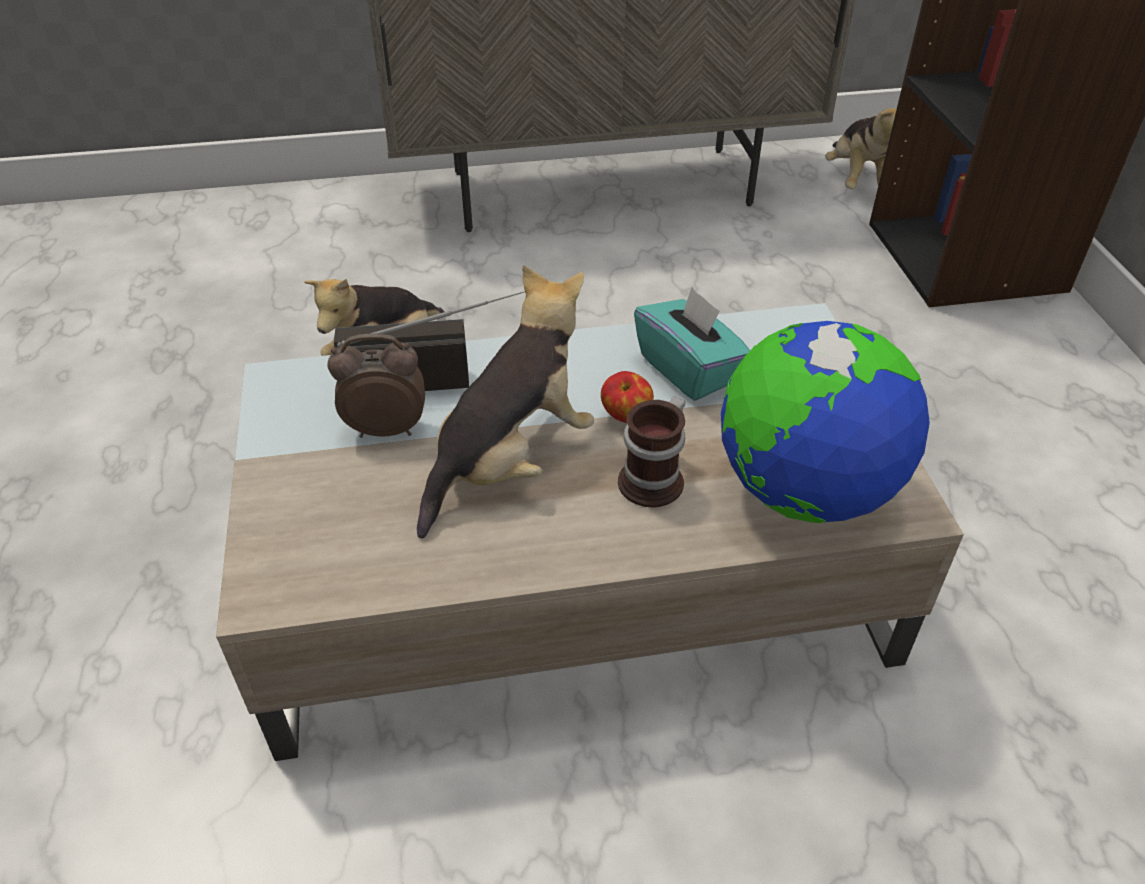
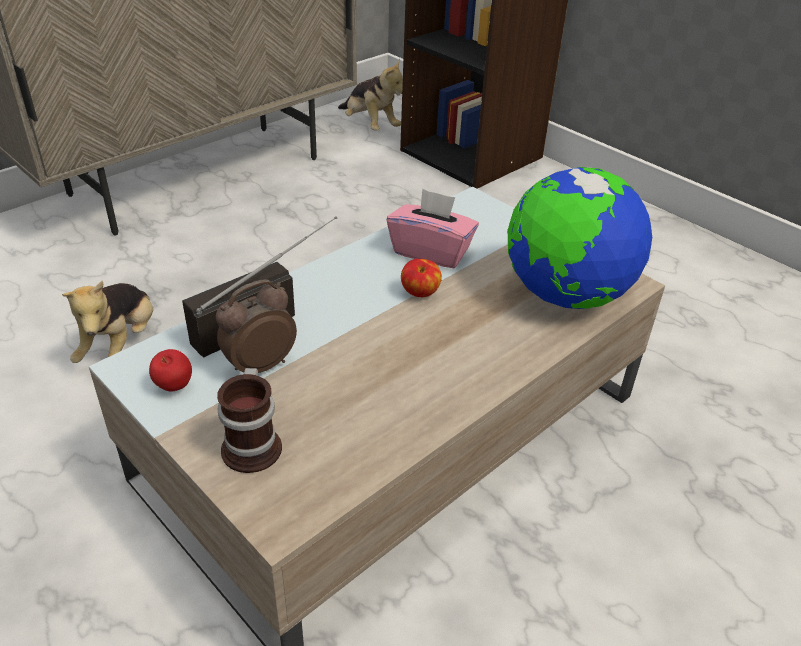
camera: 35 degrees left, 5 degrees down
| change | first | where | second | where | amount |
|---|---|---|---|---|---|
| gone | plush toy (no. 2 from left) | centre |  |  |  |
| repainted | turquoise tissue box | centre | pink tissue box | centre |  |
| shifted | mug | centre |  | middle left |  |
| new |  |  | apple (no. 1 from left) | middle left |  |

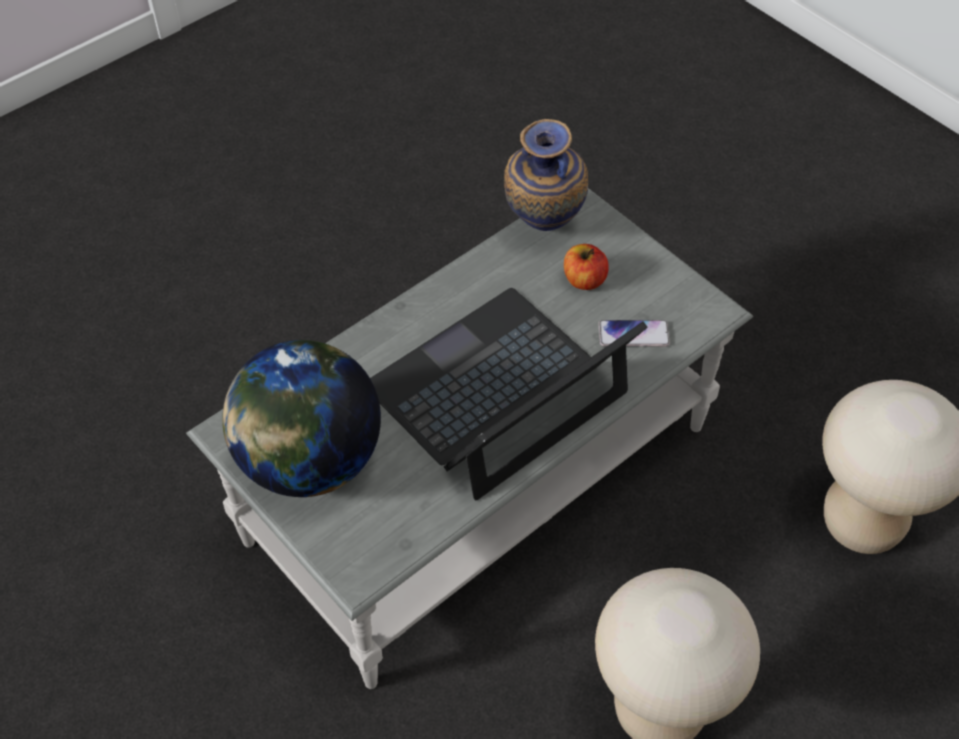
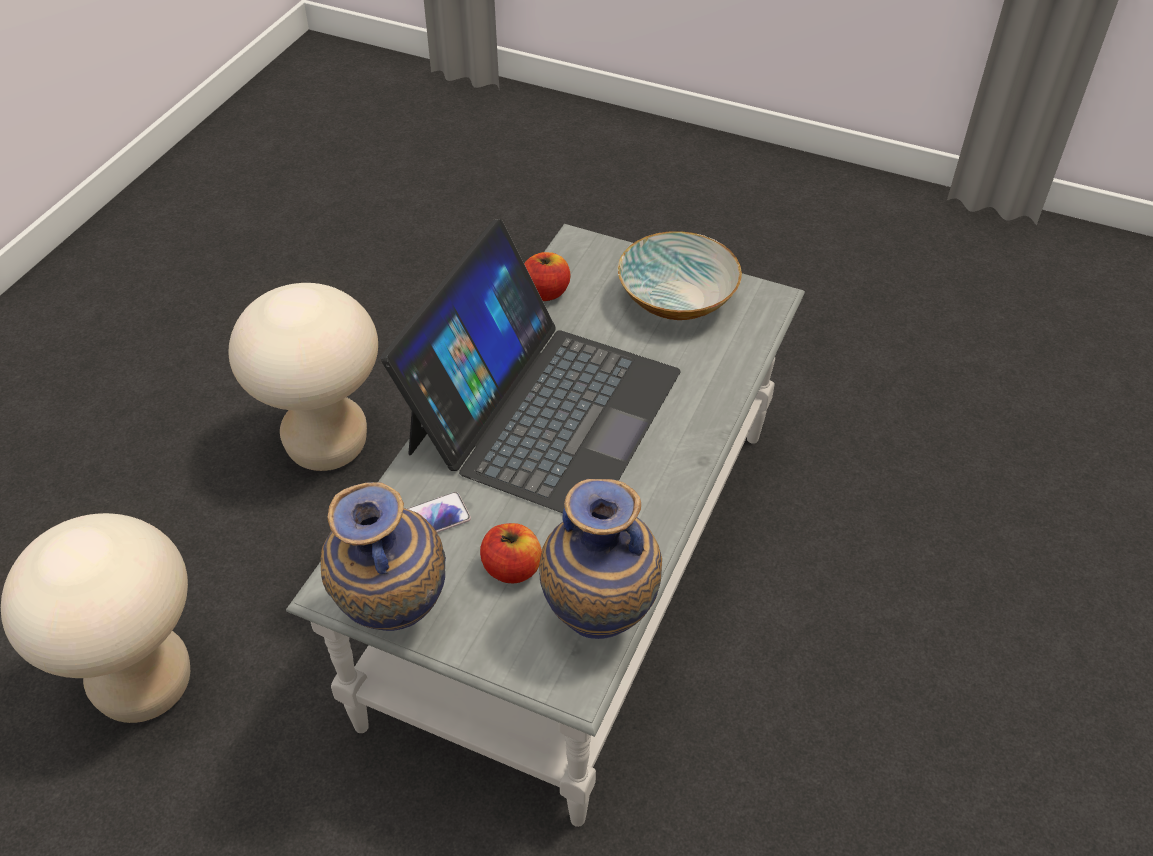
camera: 155 degrees right, 5 degrees down
| change | first | where | second | where | amount |
|---|---|---|---|---|---|
| swapped | globe | middle left | bowl | top centre |  |
| new |  |  | apple (no. 2 from left) | top centre |  |
| new |  |  | vase (no. 1 from left) | middle left |  |

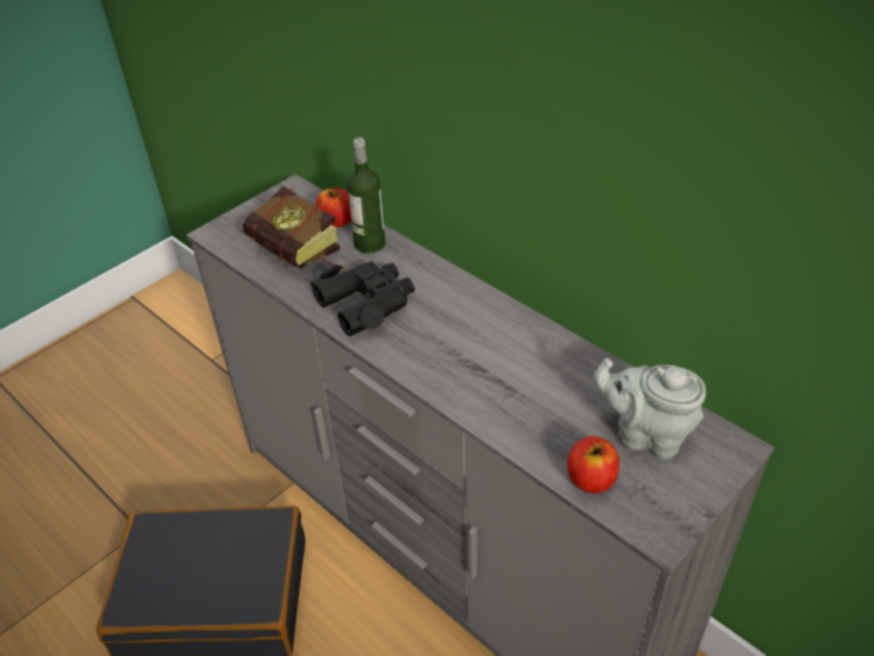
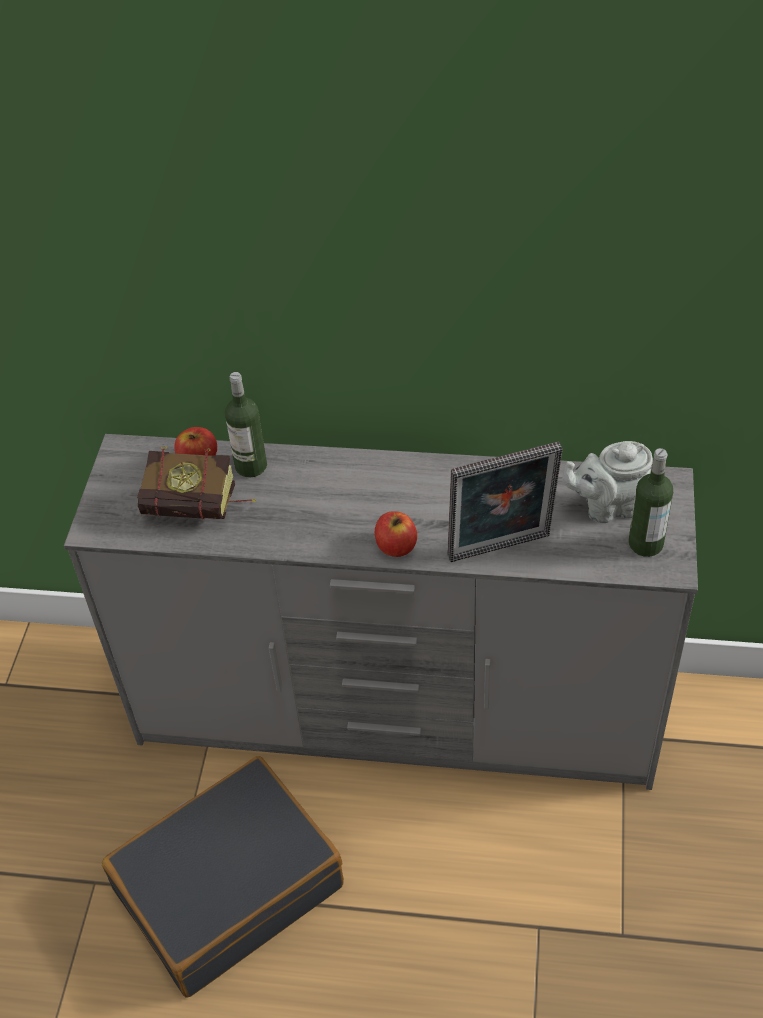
camera: 35 degrees left, 5 degrees up
| change | first | where | second | where | amount |
|---|---|---|---|---|---|
| gone | black binoculars | centre |  |  |  |
| shifted | apple (no. 2 from left) | bottom right |  | centre |  |
| new |  |  | picture frame | centre |  |
| new |  |  | bottle (no. 2 from left) | middle right |  |

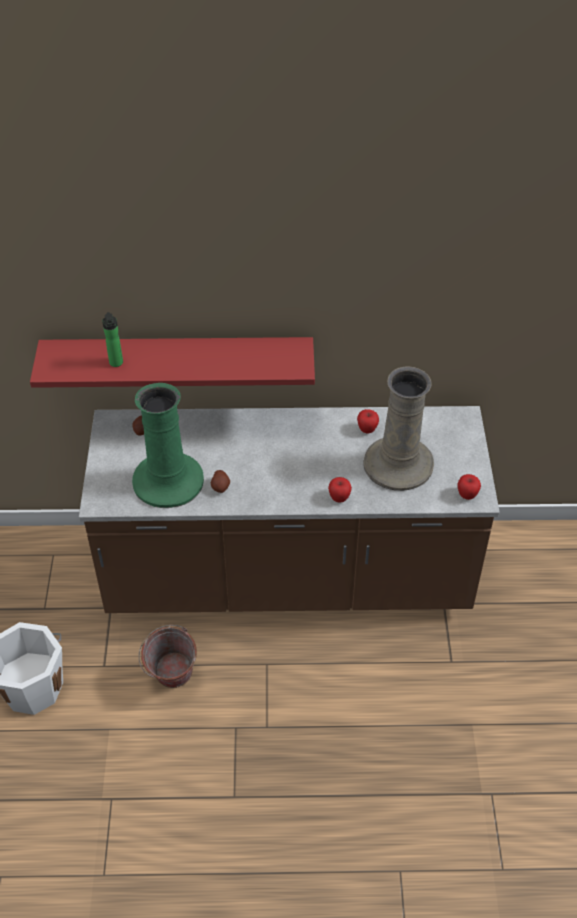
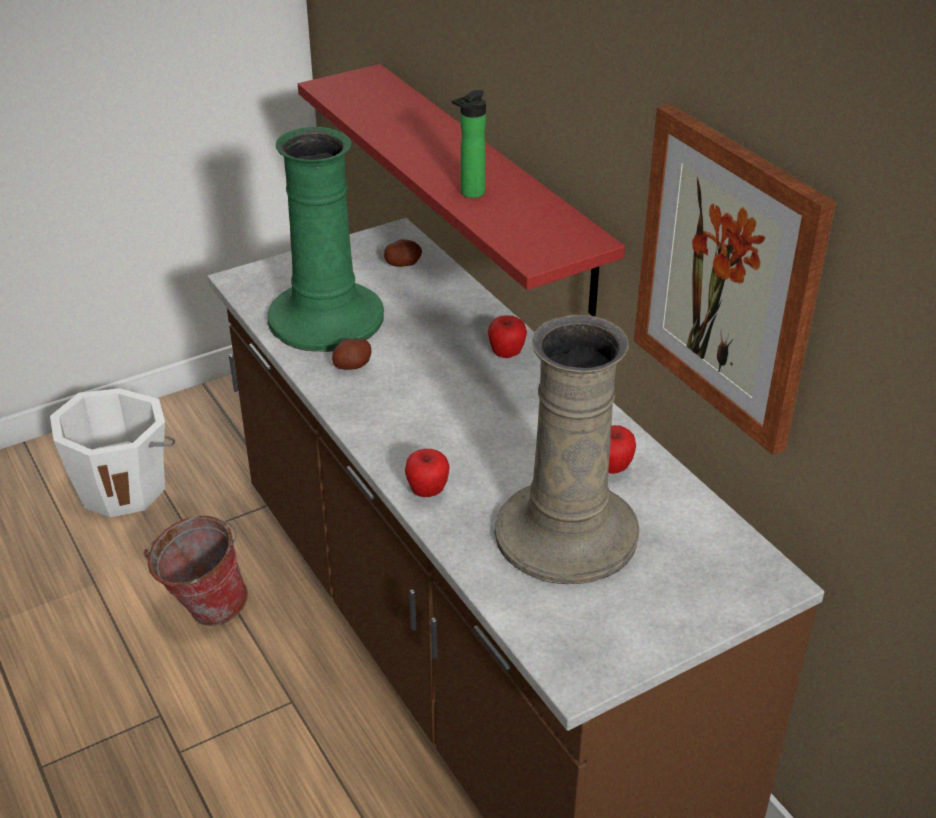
camera: 60 degrees right, 10 degrees down
| change | first | where | second | where | amount |
|---|---|---|---|---|---|
| shifted | bottle | middle left |  | top centre |  |
| shifted | apple (no. 3 from left in the first image) | middle right | apple (no. 2 from left) | centre |  |
| new |  |  | picture | middle right |  |

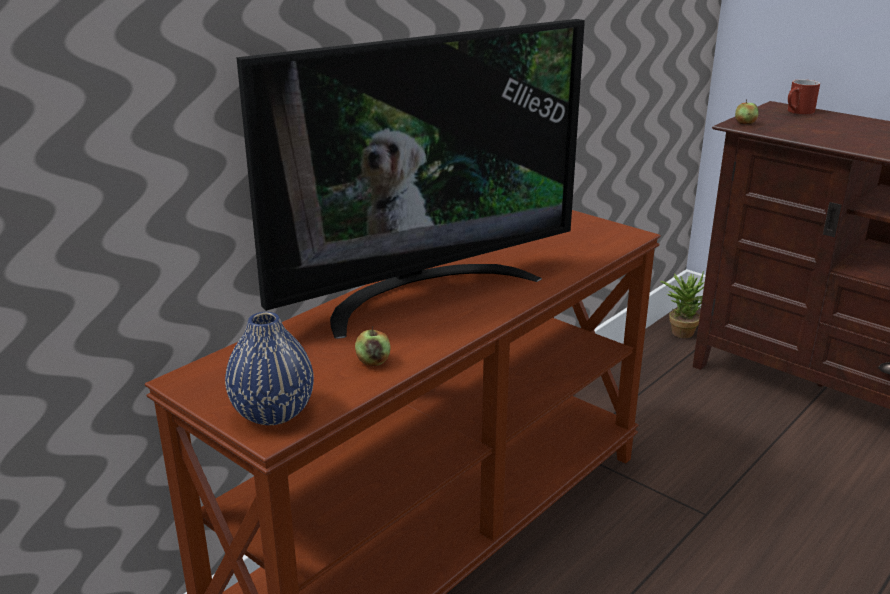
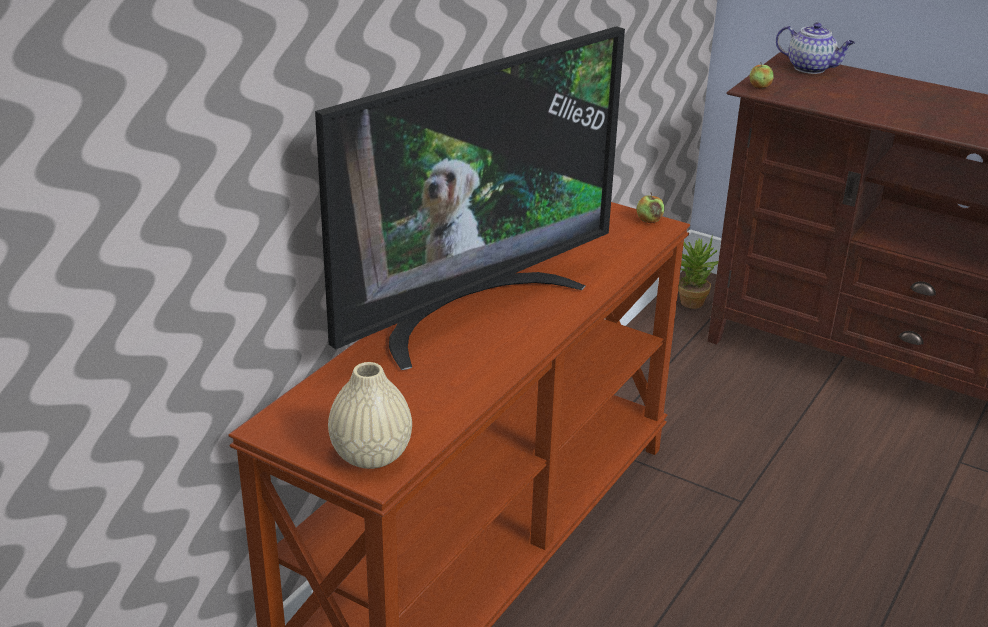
camera: 10 degrees left, 5 degrees up
| change | first | where | second | where | amount |
|---|---|---|---|---|---|
| swapped | red mug | top right | teapot | top right |  |
| repainted | blue vase | middle left | beige vase | centre |  |
| shifted | apple (no. 1 from left) | centre |  | top centre |  |

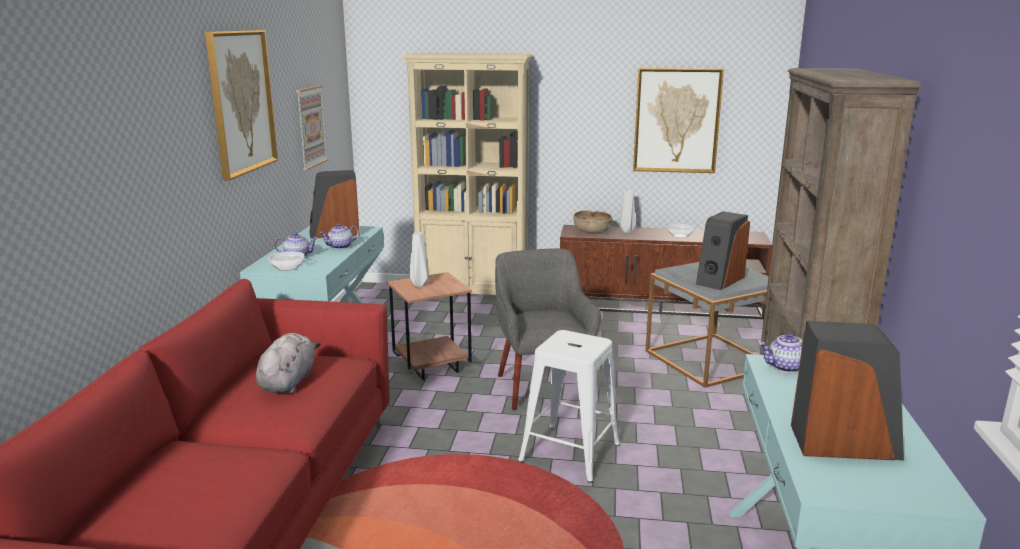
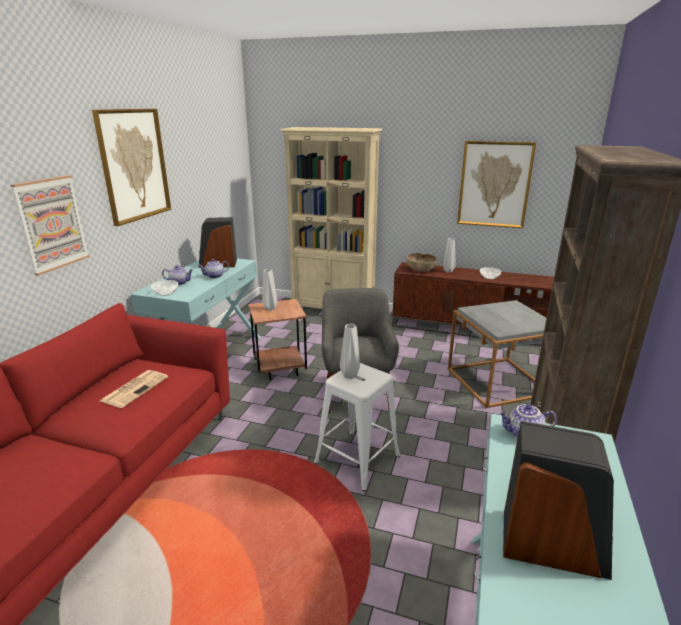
camera: 10 degrees right, 5 degrees up
| change | first | where | second | where | amount |
|---|---|---|---|---|---|
| shifted | picture (no. 2 from left in the first image) | top left | picture (no. 1 from left) | middle left |  |
| gone | speaker (no. 2 from left) | middle right |  |  |  |
| swapped | grey plush toy | middle left | newspaper | middle left |  |
| new |  |  | grey vase (no. 2 from left) | centre |  |

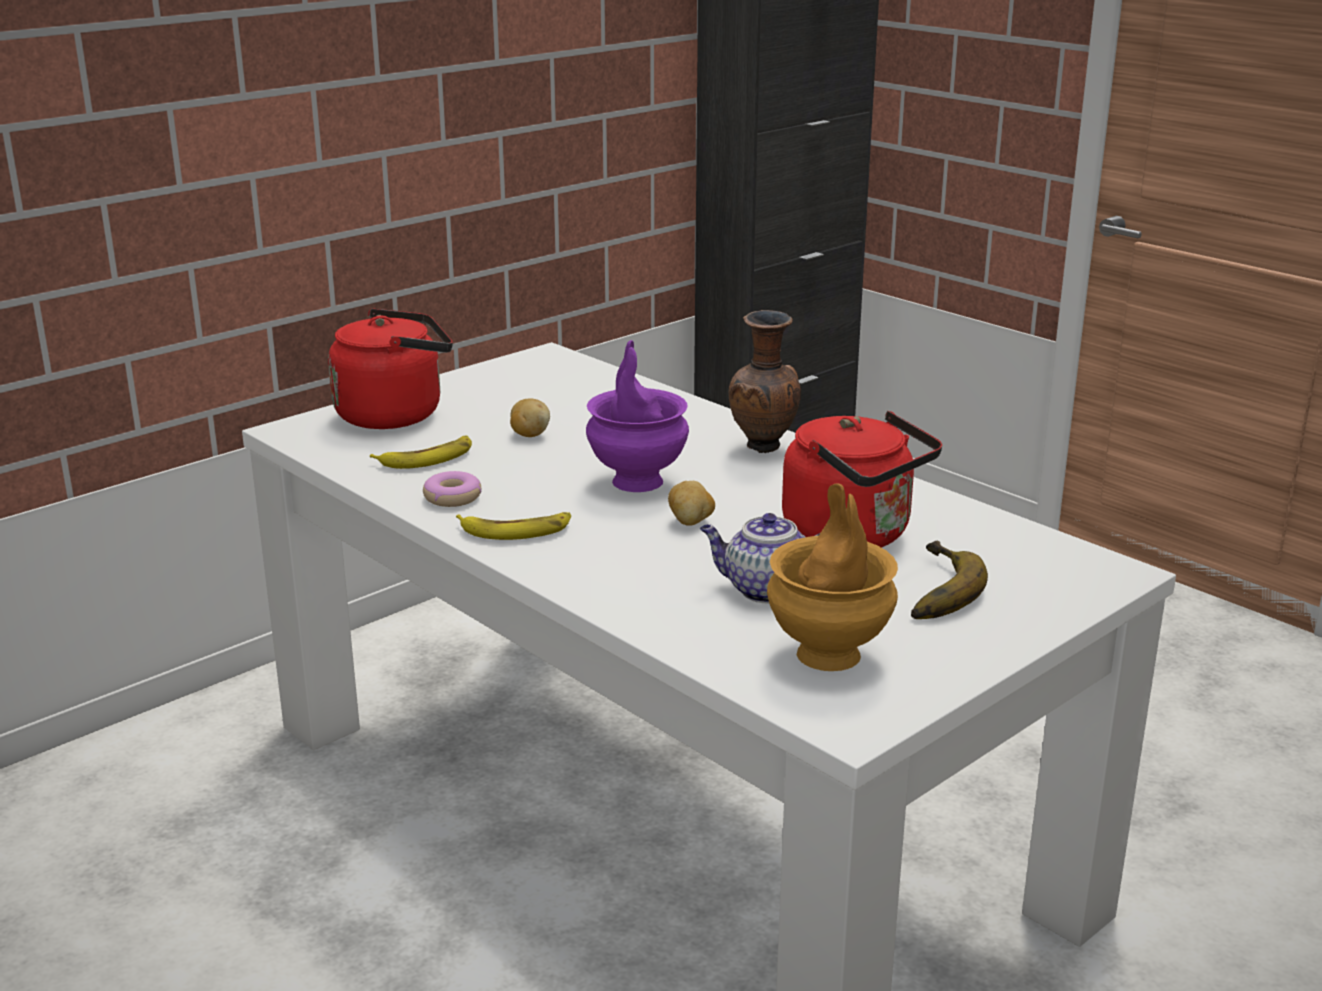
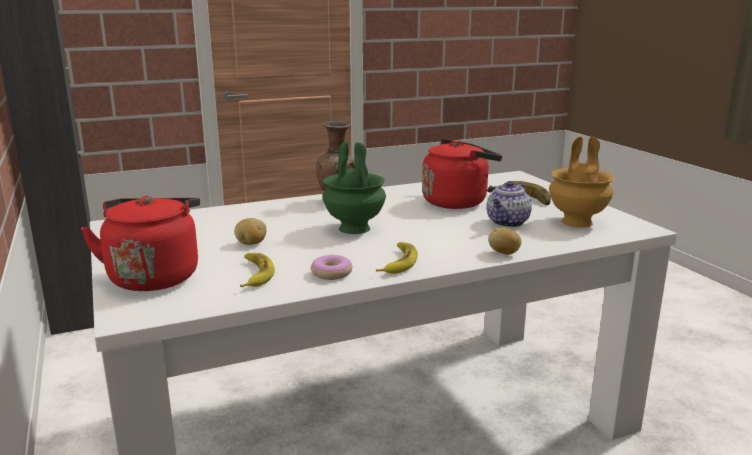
camera: 70 degrees left, 5 degrees down
| change | first | where | second | where | amount |
|---|---|---|---|---|---|
| repainted | purple vase | centre | green vase | centre |  |
| shifted | potato (no. 2 from left) | centre |  | middle right |  |

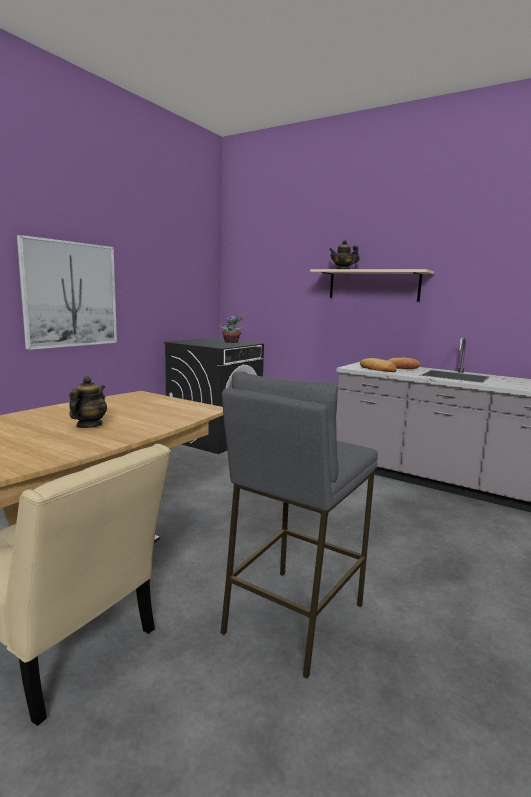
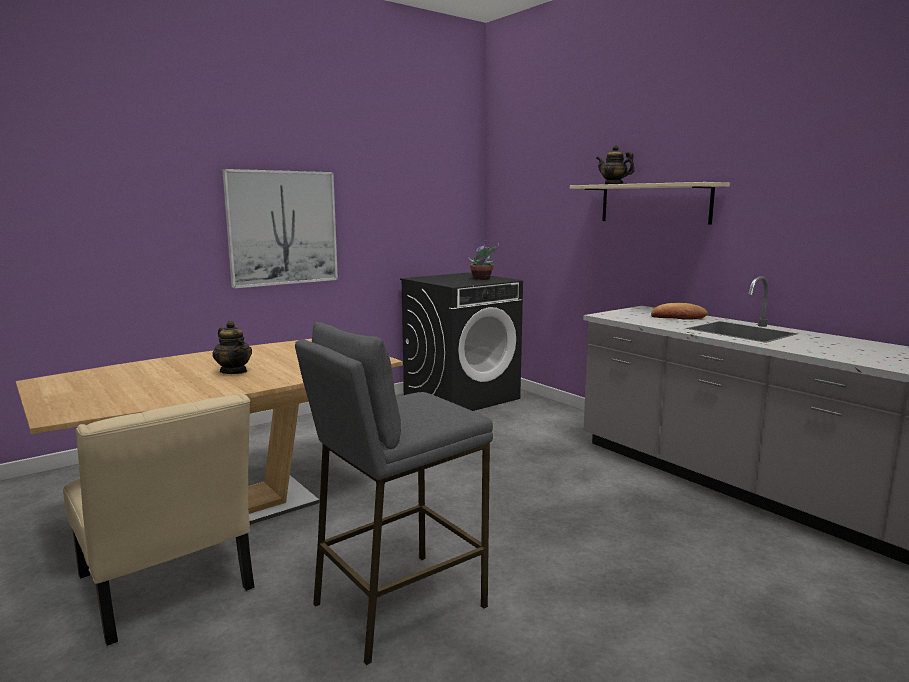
camera: 20 degrees right, 0 degrees up
| change | first | where | second | where | amount |
|---|---|---|---|---|---|
| gone | bread (no. 1 from left) | middle right |  |  |  |
| rotated | teapot (no. 1 from left) | middle left |  | middle left | 105 degrees clockwise |

